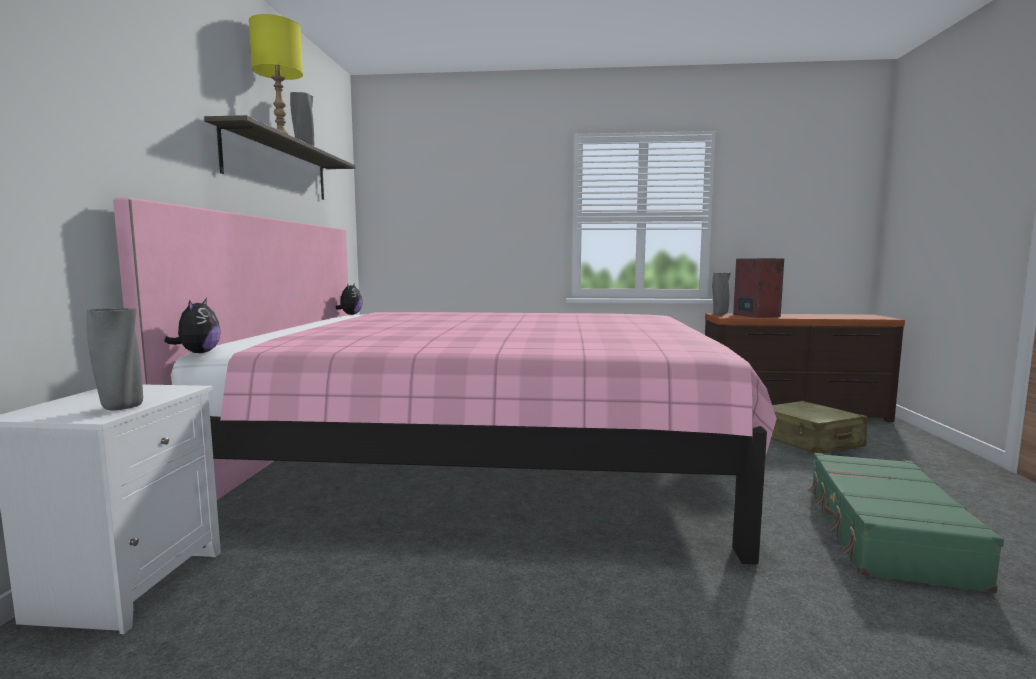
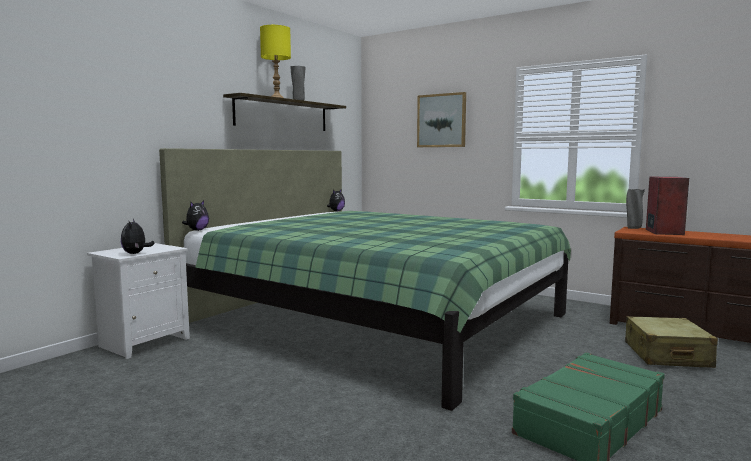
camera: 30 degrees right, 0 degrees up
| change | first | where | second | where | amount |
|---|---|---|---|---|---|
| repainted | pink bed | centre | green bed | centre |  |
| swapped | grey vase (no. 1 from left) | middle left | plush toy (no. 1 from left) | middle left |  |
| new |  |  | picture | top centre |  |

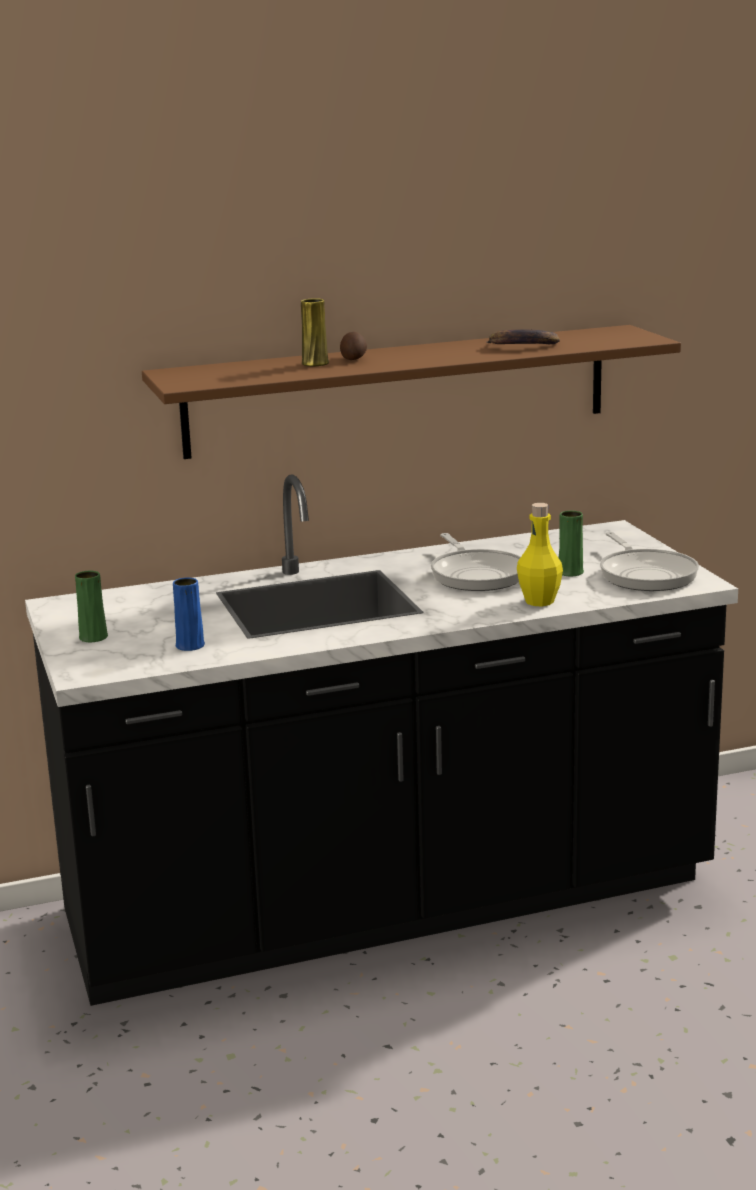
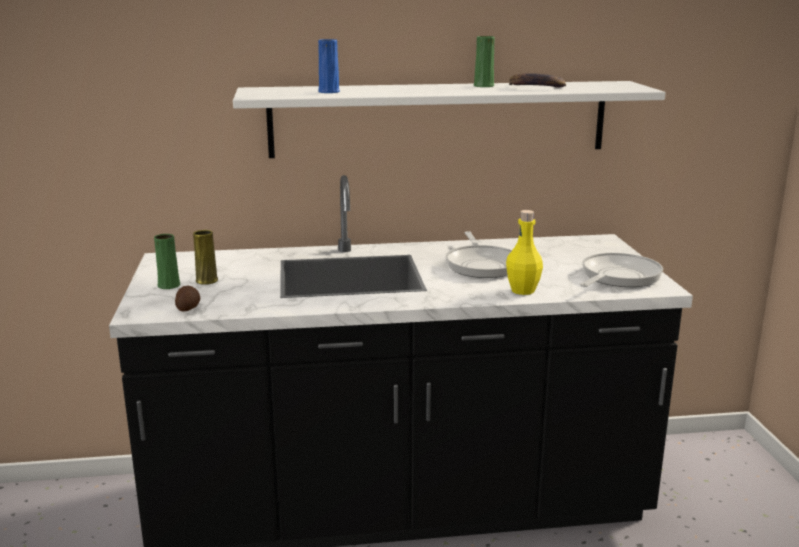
camera: 10 degrees right, 0 degrees up
| change | first | where | second | where | amount |
|---|---|---|---|---|---|
| shifted | yellow vase | top centre |  | middle left |  |
| repainted | brown shelf | top centre | white shelf | top centre |  |
| shifted | potato | top centre |  | middle left |  |
| shifted | green vase (no. 2 from left) | middle right |  | top centre |  |
| rotated | frying pan (no. 2 from left) | middle right |  | middle right | 135 degrees counterclockwise |
| shifted | blue vase | middle left |  | top centre |  |

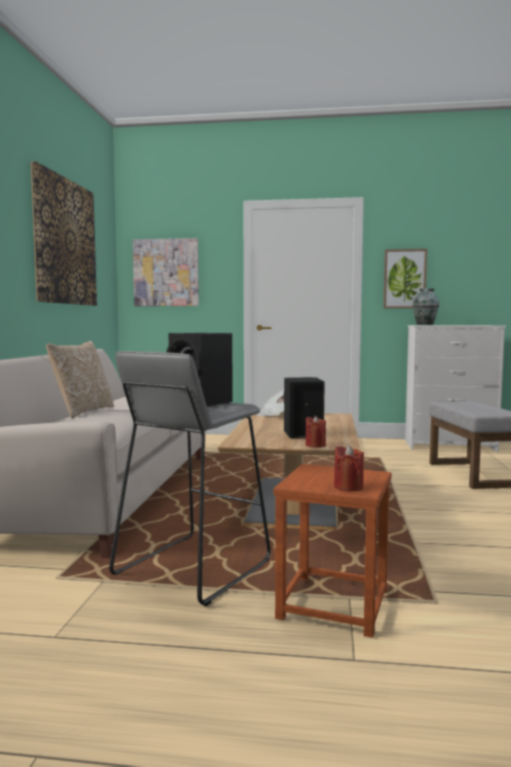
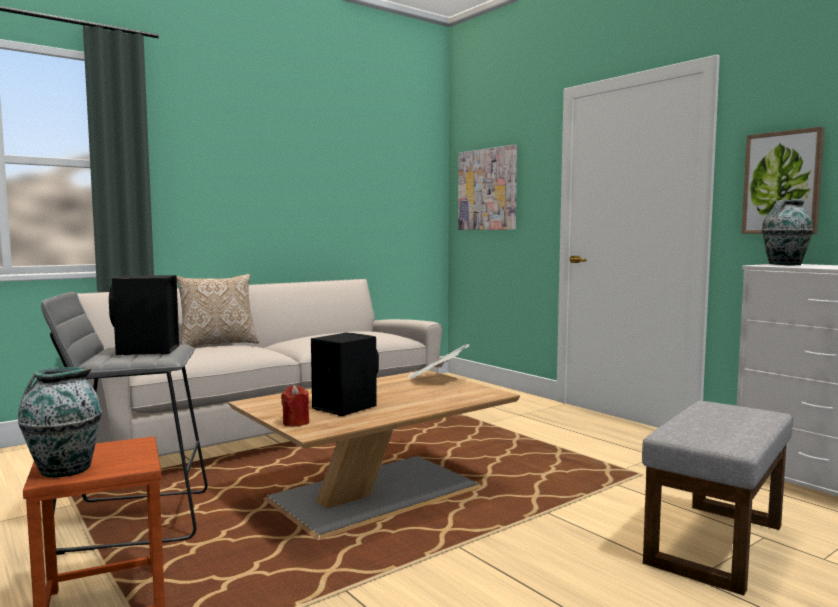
camera: 45 degrees right, 0 degrees up
| change | first | where | second | where | amount |
|---|---|---|---|---|---|
| gone | picture (no. 1 from left) | top left |  |  |  |
| swapped | red candle (no. 2 from left) | middle right | vase (no. 1 from left) | bottom left |  |

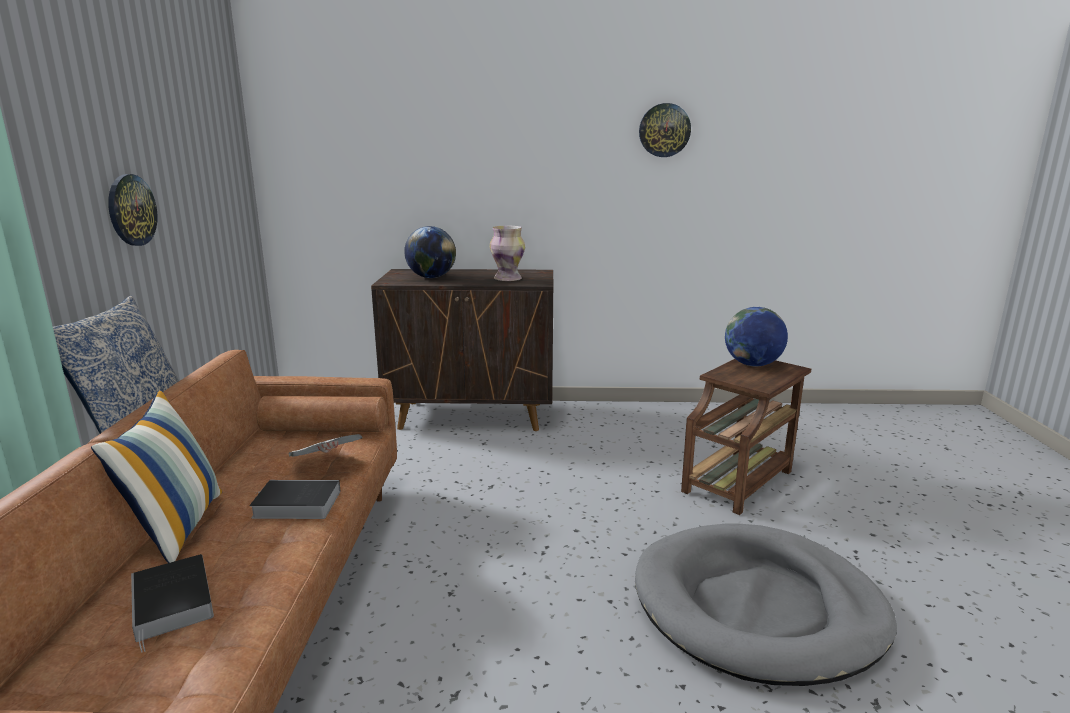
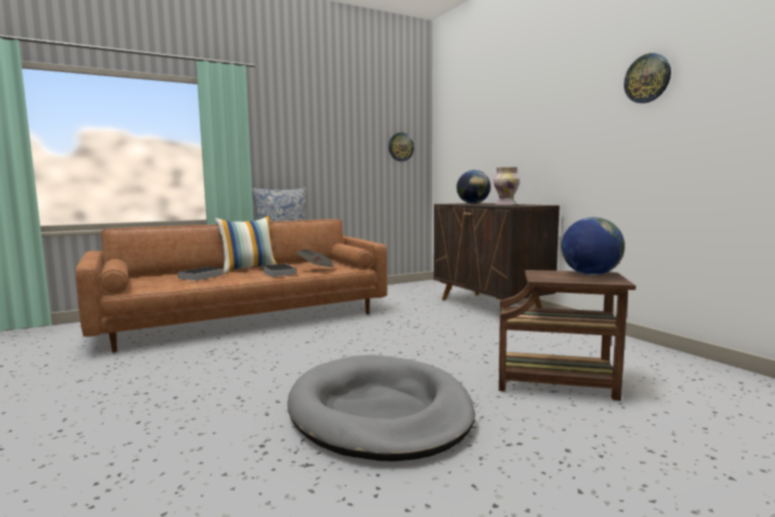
camera: 60 degrees right, 10 degrees down
| change | first | where | second | where | amount |
|---|---|---|---|---|---|
| shifted | wall clock (no. 1 from left) | top left |  | top centre |  |

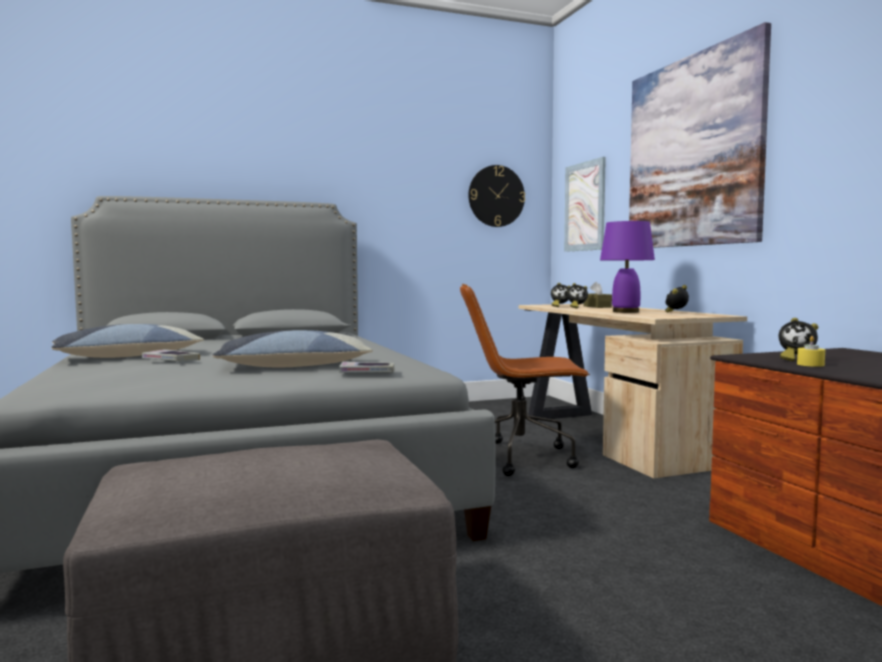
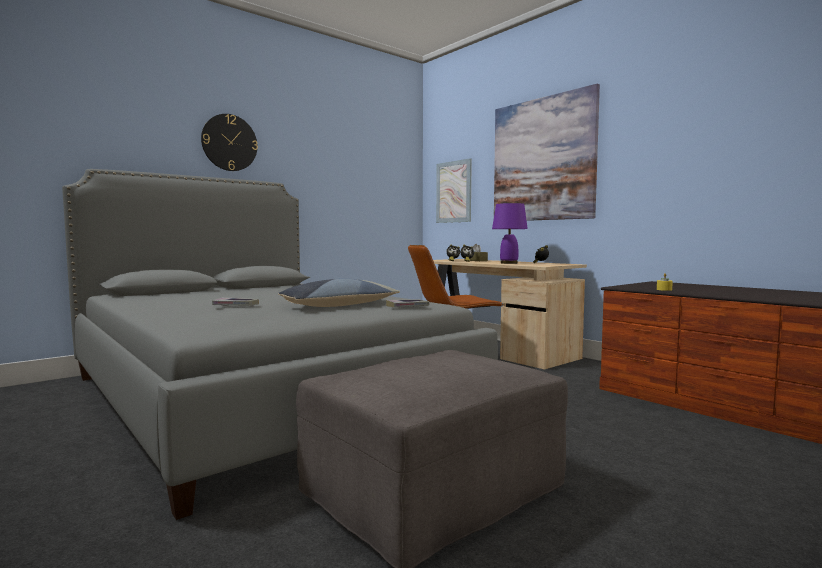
camera: 20 degrees left, 0 degrees up
| change | first | where | second | where | amount |
|---|---|---|---|---|---|
| shifted | wall clock | top centre |  | top left |  |
| gone | alarm clock (no. 4 from left) | middle right |  |  |  |
| gone | pillow (no. 1 from left) | middle left |  |  |  |

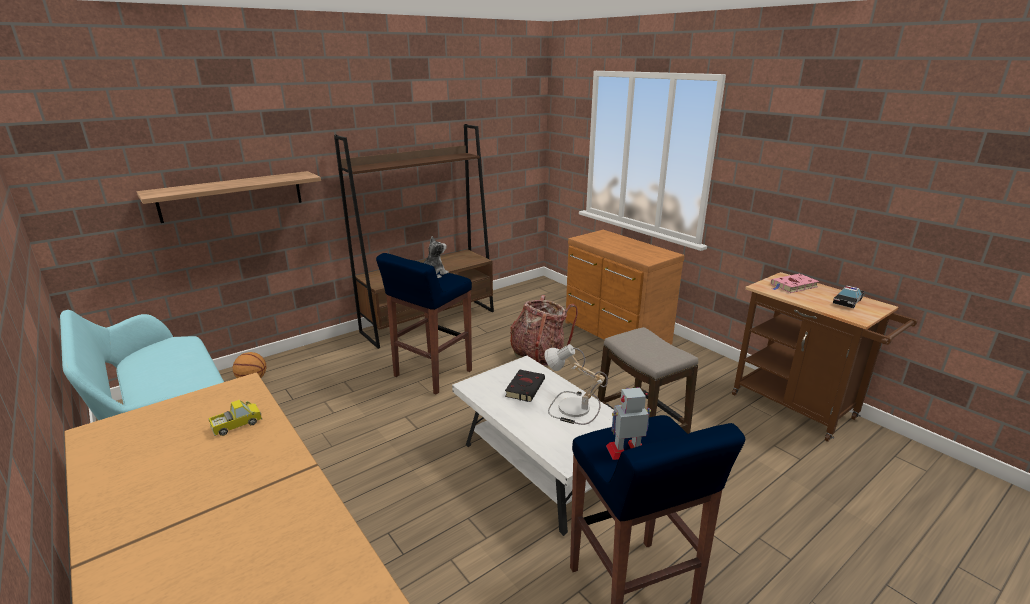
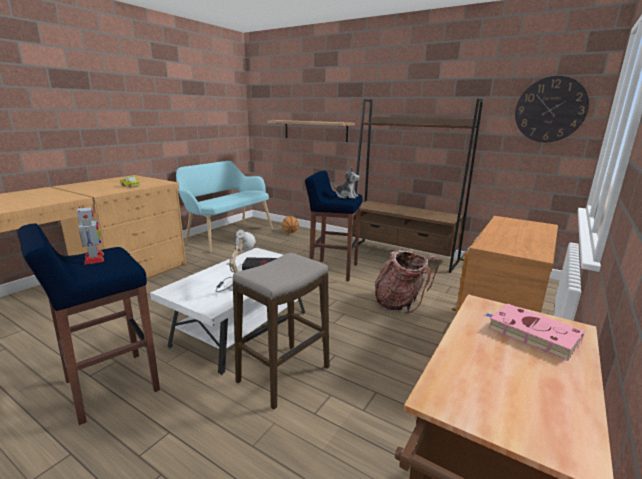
camera: 70 degrees right, 5 degrees down
| change | first | where | second | where | amount |
|---|---|---|---|---|---|
| gone | toy car | middle right |  |  |  |
| new |  |  | wall clock | top right |  |

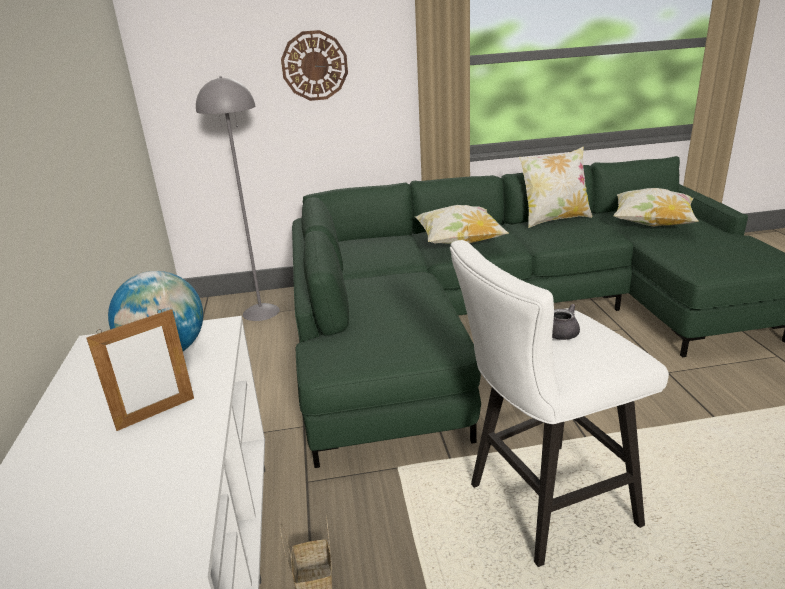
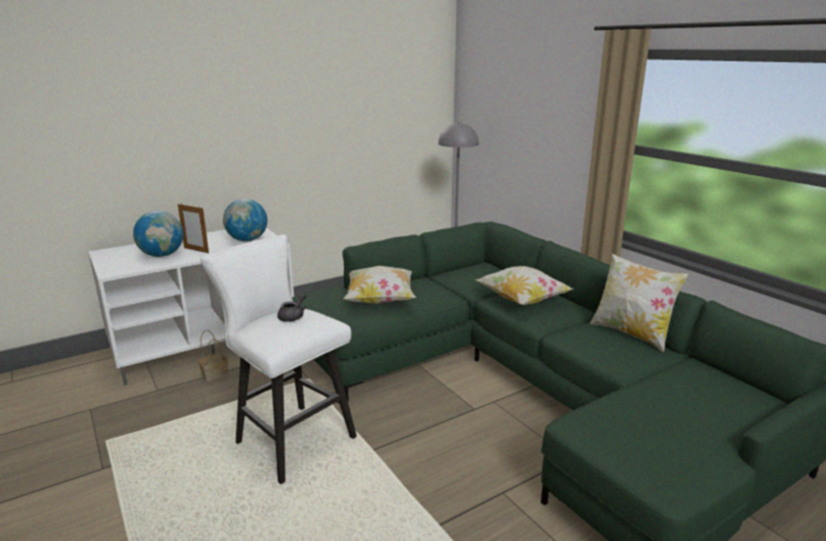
camera: 65 degrees right, 5 degrees down
| change | first | where | second | where | amount |
|---|---|---|---|---|---|
| gone | wall clock | top centre |  |  |  |
| shifted | pillow (no. 3 from left in the first image) | middle right | pillow (no. 1 from left) | centre |  |
| new |  |  | globe (no. 1 from left) | middle left |  |

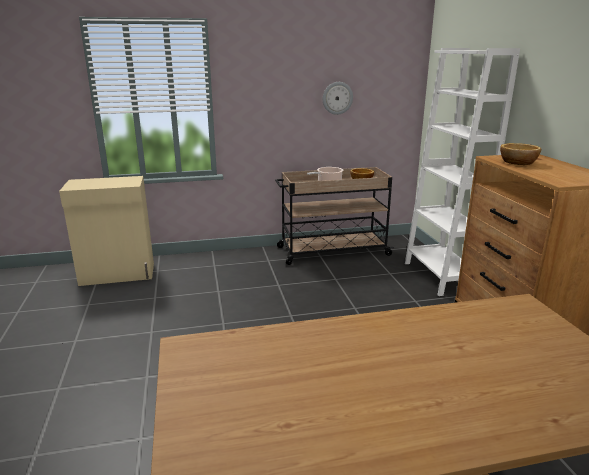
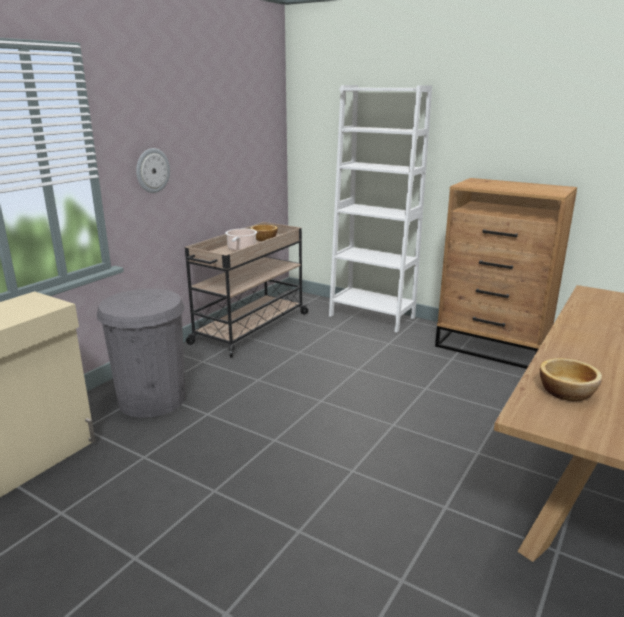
camera: 45 degrees left, 0 degrees up
| change | first | where | second | where | amount |
|---|---|---|---|---|---|
| shifted | wall clock | top centre |  | top left |  |
| shifted | bowl (no. 2 from left) | top right |  | middle right |  |
| new |  |  | grey trash can | middle left |  |

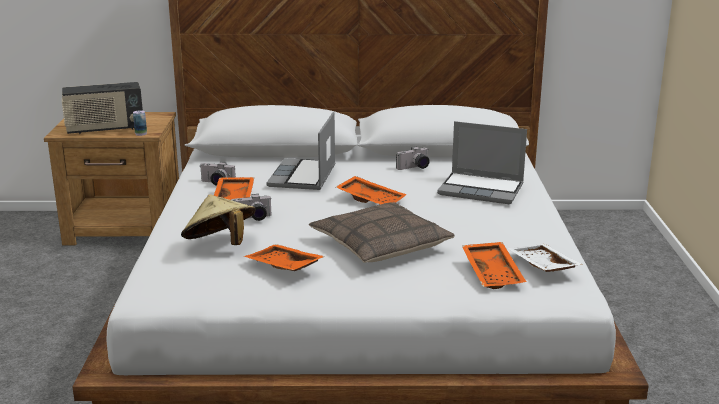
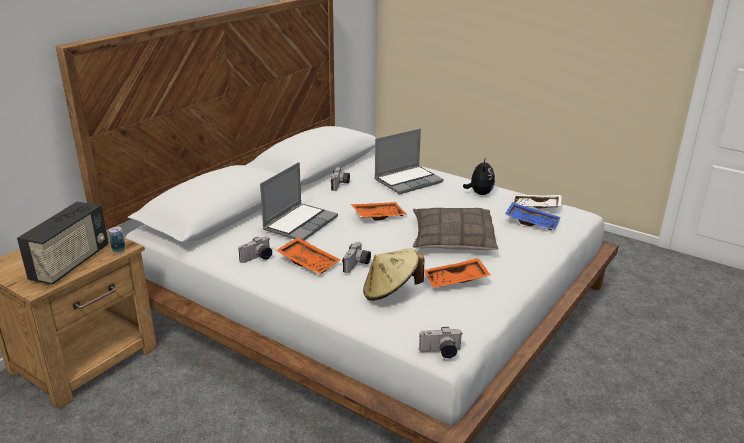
camera: 55 degrees left, 5 degrees up
| change | first | where | second | where | amount |
|---|---|---|---|---|---|
| rotated | laptop (no. 1 from left) | centre |  | centre | 105 degrees counterclockwise |
| repainted | orange tray (no. 4 from left) | middle right | blue tray | middle right |  |
| new |  |  | plush toy | centre |  |
| new |  |  | photo camera (no. 4 from left) | bottom centre |  |

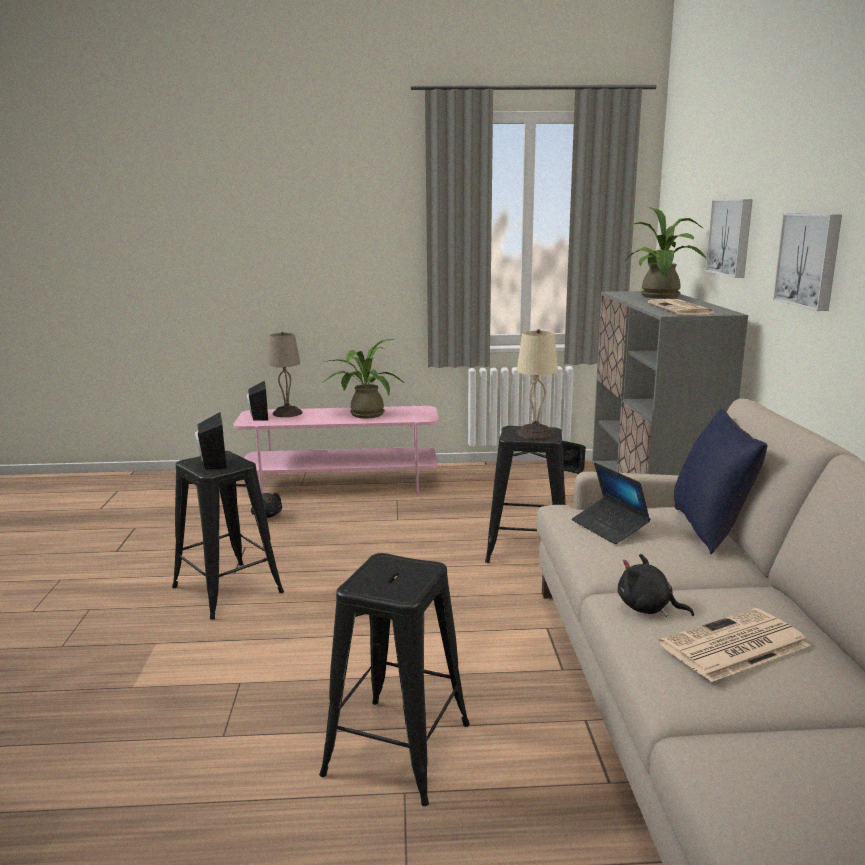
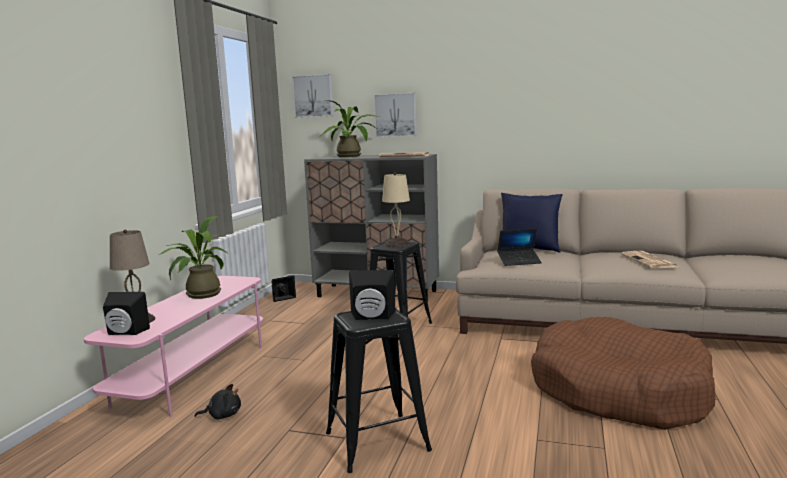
camera: 70 degrees left, 5 degrees down
| change | first | where | second | where | amount |
|---|---|---|---|---|---|
| shifted | picture (no. 2 from left in the first image) | top right | picture (no. 1 from left) | top centre |  |
| swapped | black stool (no. 2 from left) | bottom centre | brown dog bed | bottom right |  |
| gone | black plush toy (no. 2 from left) | bottom right |  |  |  |

